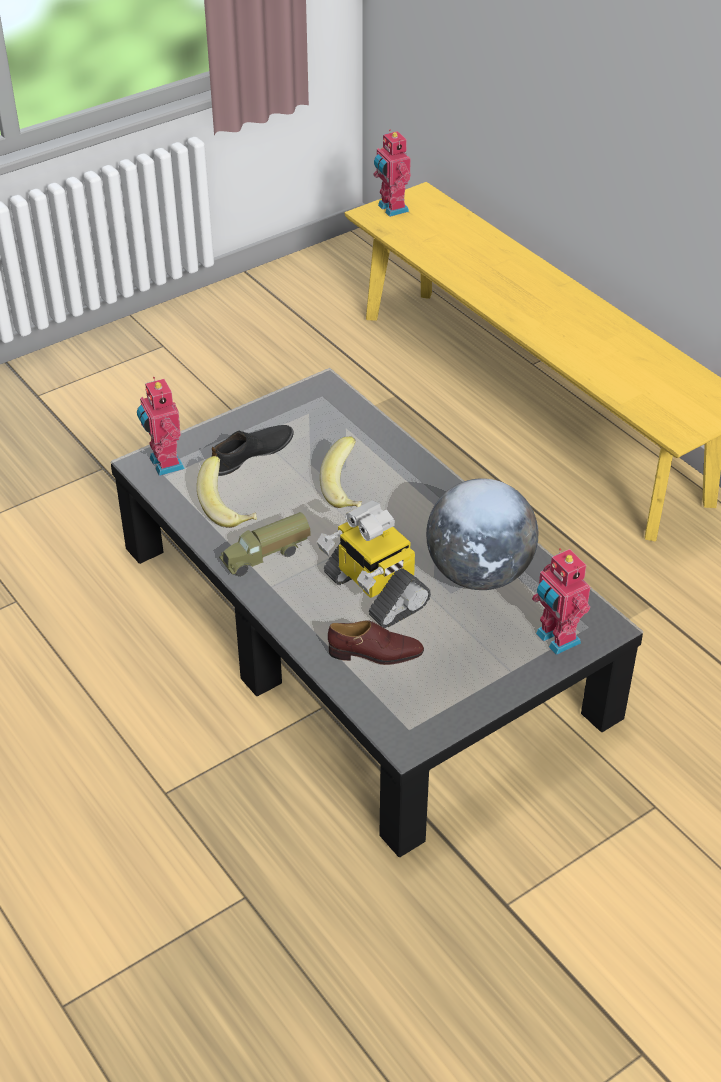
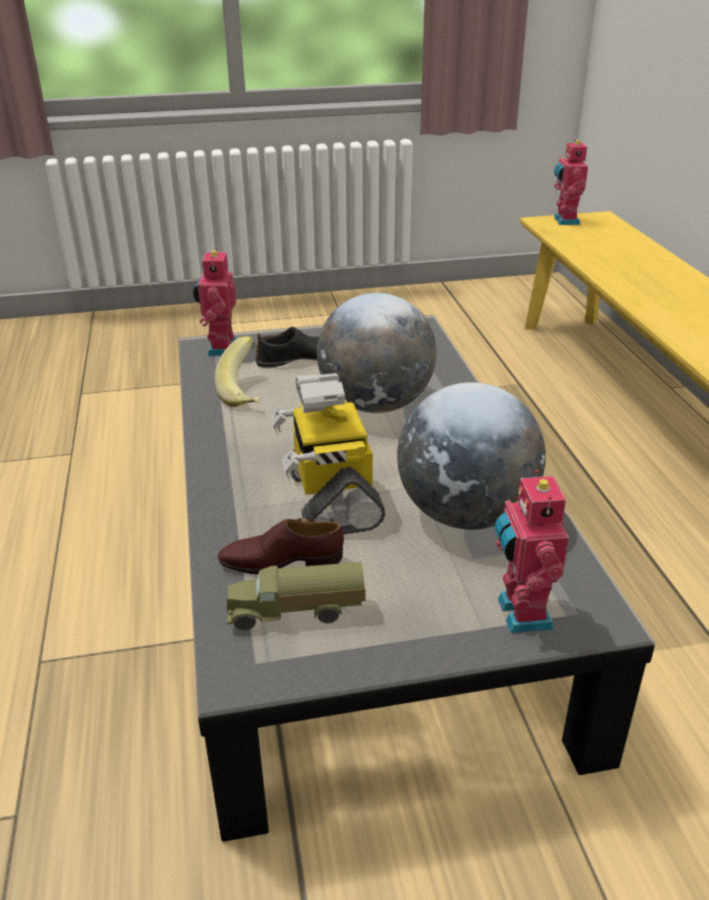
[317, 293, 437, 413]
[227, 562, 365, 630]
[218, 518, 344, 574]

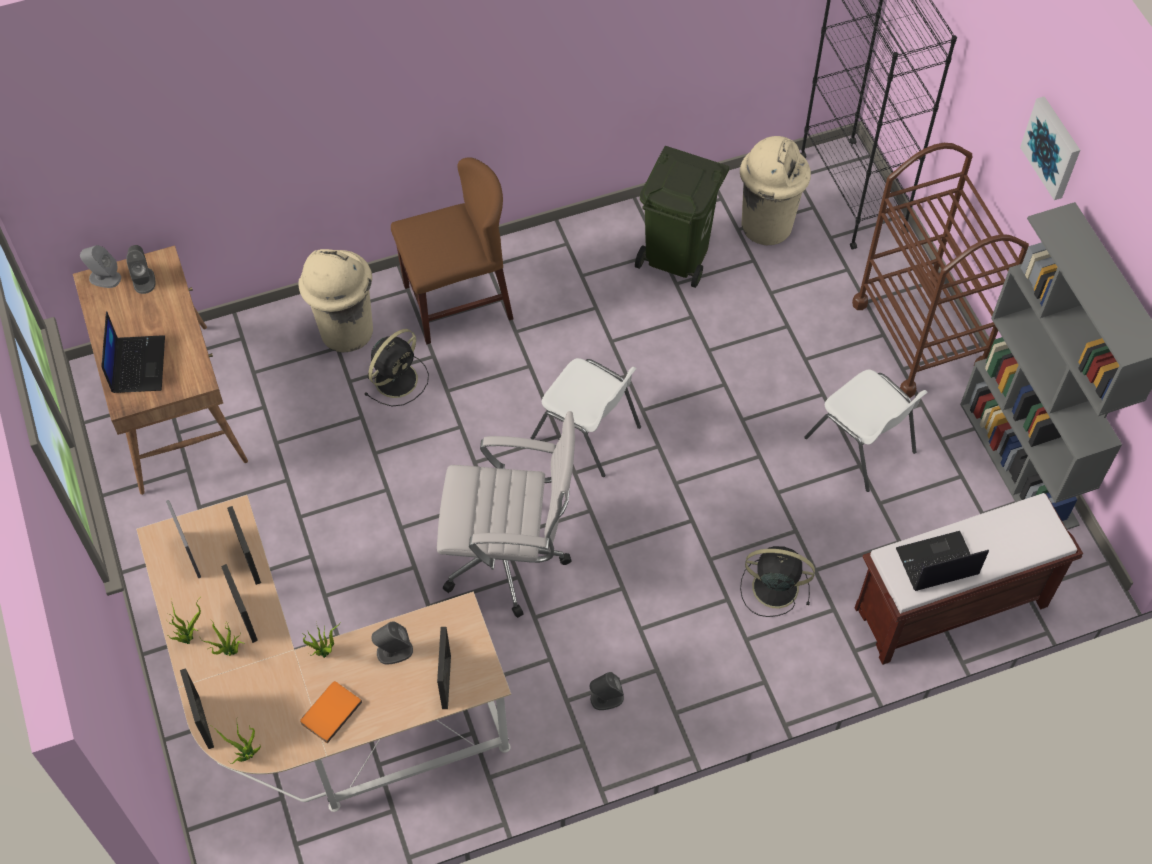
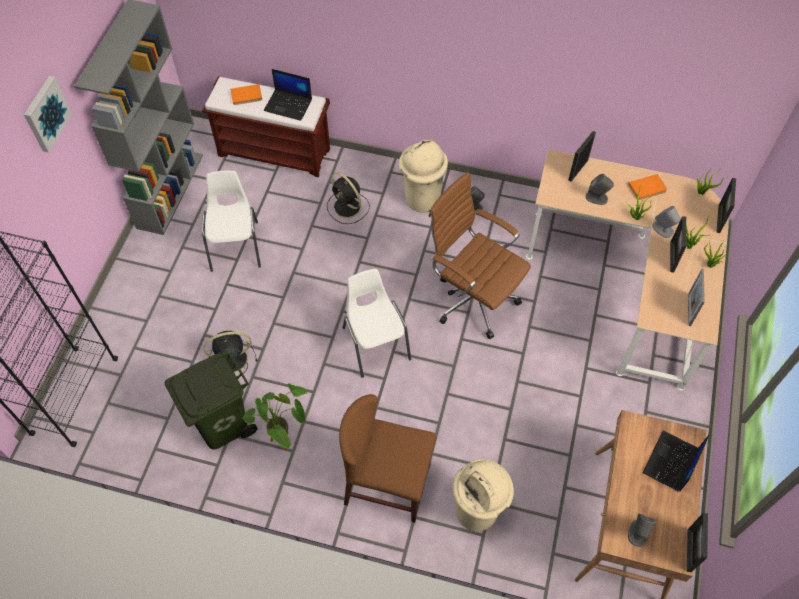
[399, 140, 448, 212]
[852, 143, 1029, 398] (first image)
[652, 206, 681, 238]
[204, 331, 258, 374]
[429, 172, 531, 339]
[687, 513, 708, 572]
[230, 84, 262, 105]
[243, 383, 307, 450]

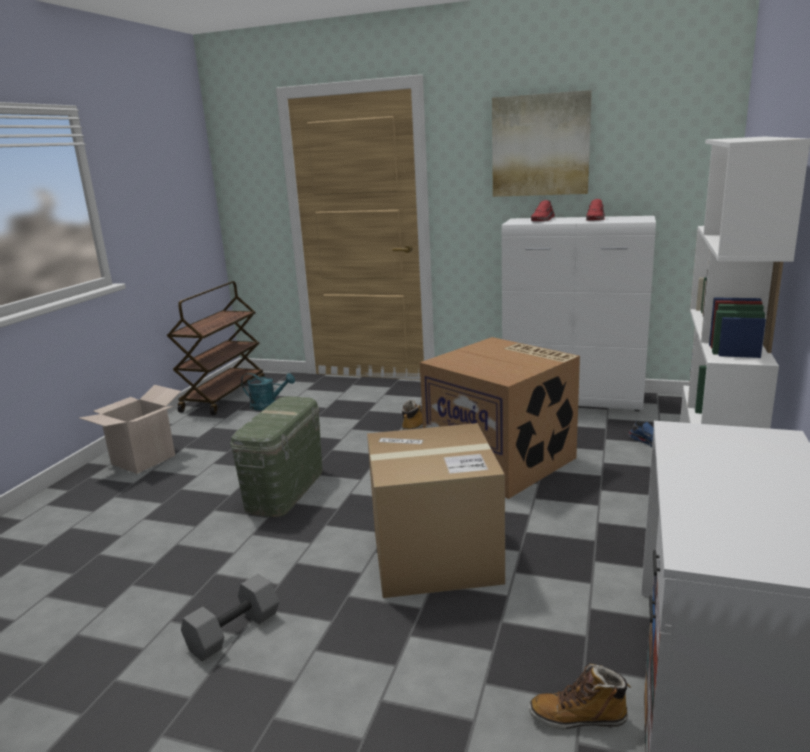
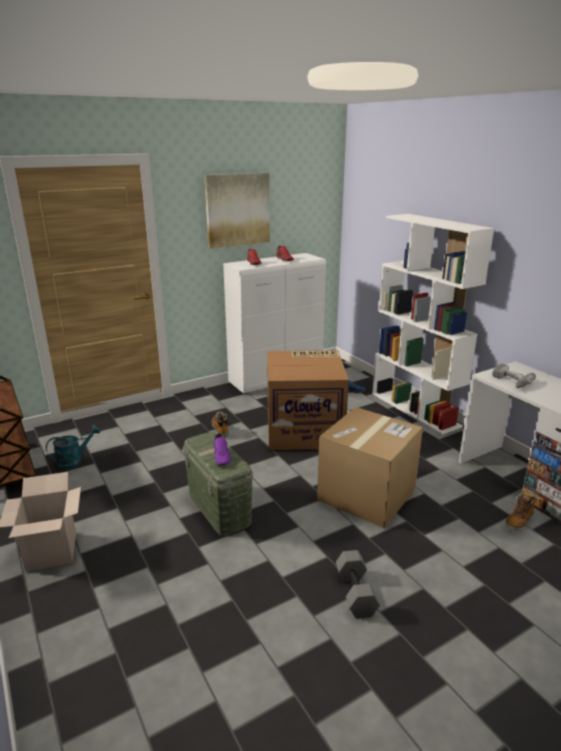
[492, 364, 536, 388]
[213, 434, 232, 466]

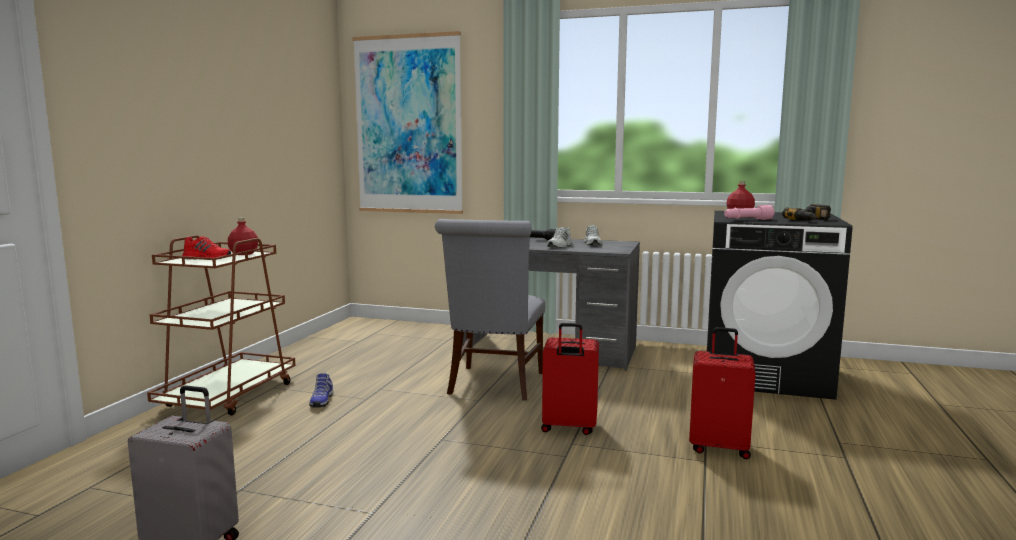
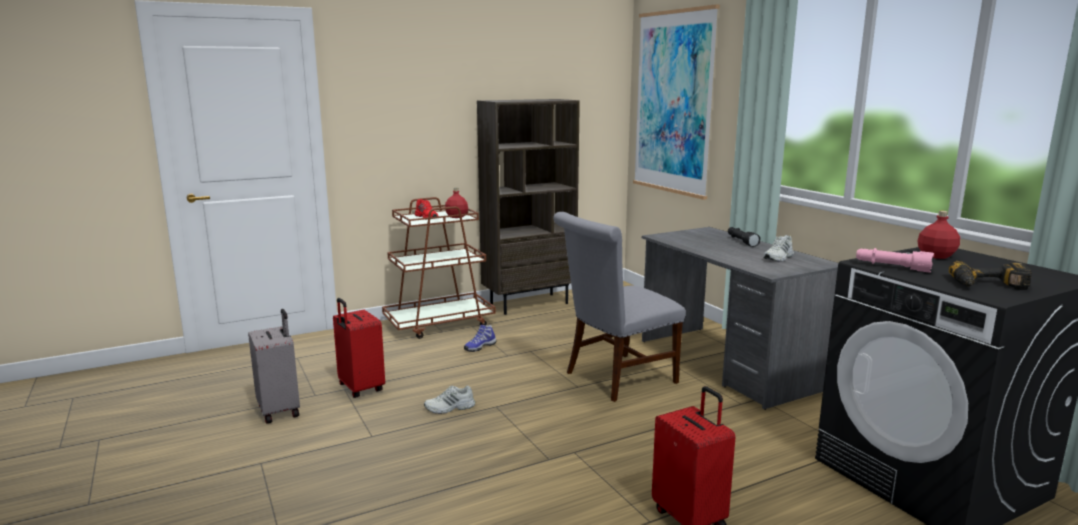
[424, 385, 475, 414]
[333, 298, 385, 398]
[477, 99, 580, 315]

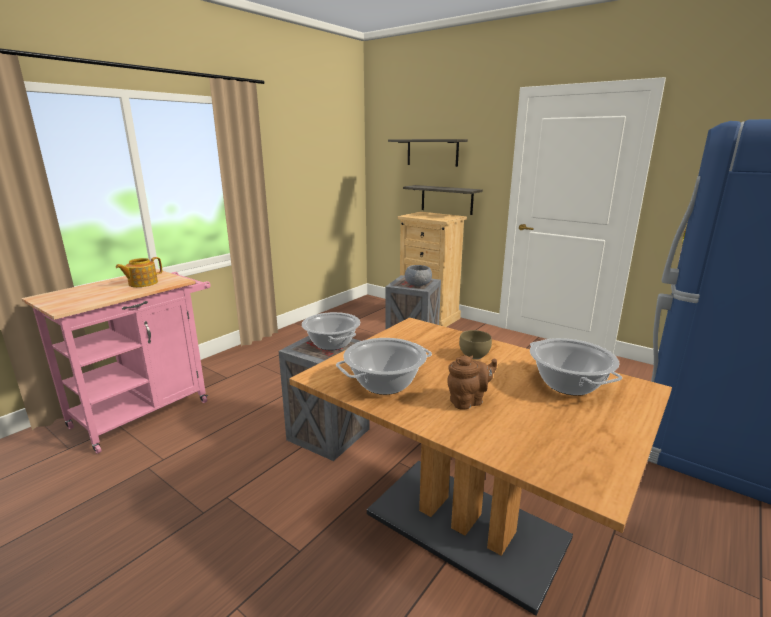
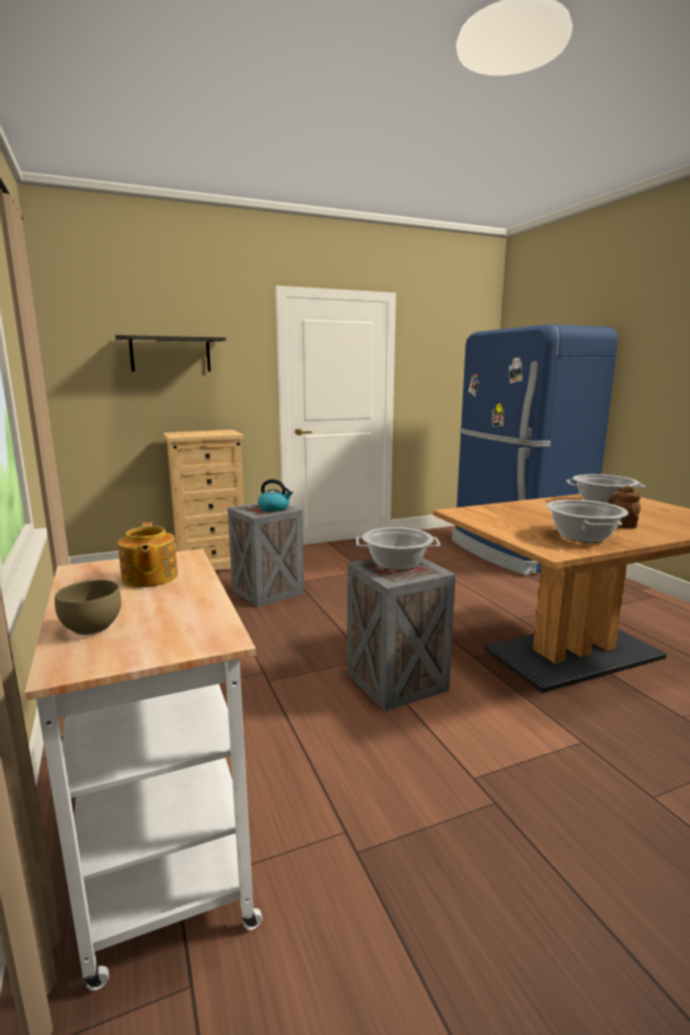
[403, 185, 483, 215] (first image)
[258, 479, 293, 512]
[24, 549, 262, 991]
[55, 580, 121, 635]

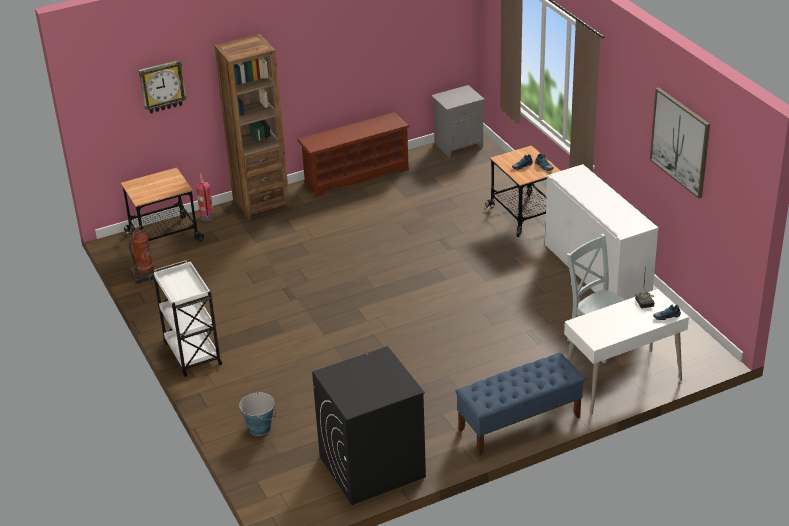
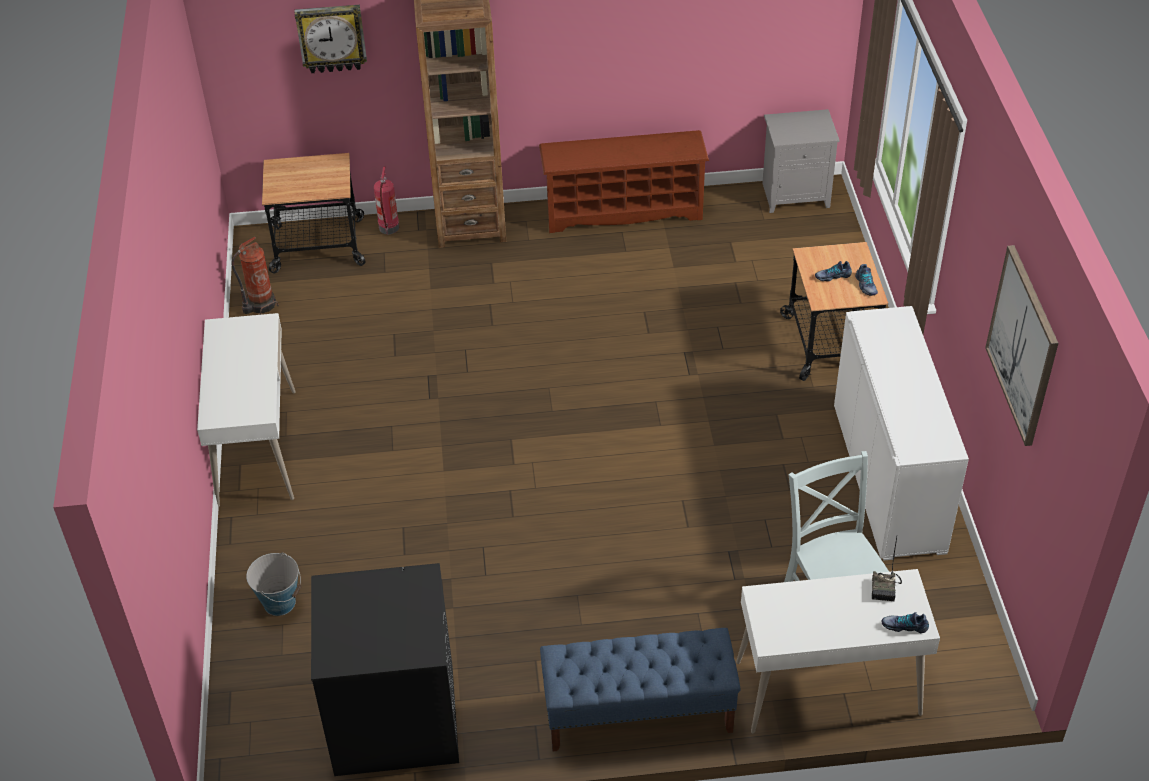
[197, 313, 296, 507]

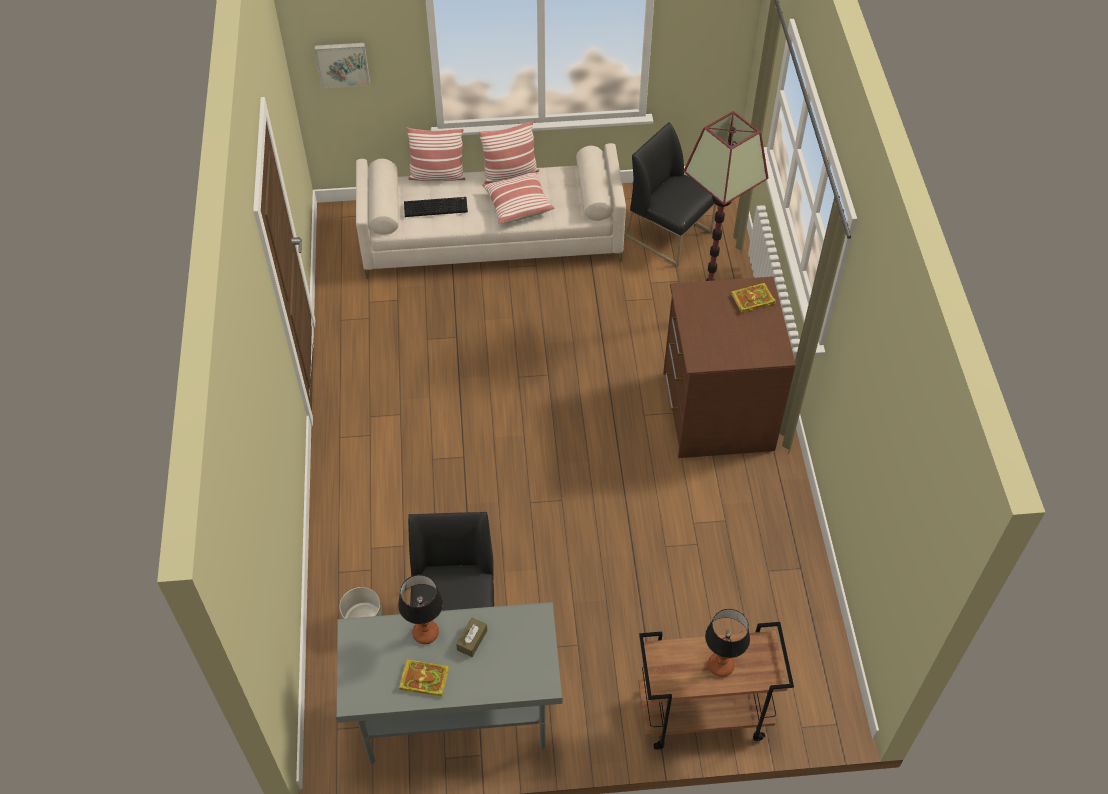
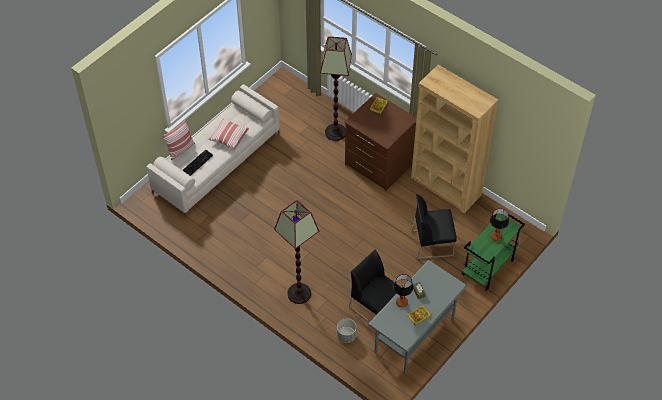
[315, 43, 370, 88] (first image)
[478, 121, 539, 184] (first image)
[411, 194, 457, 260]
[462, 214, 525, 291]
[411, 65, 498, 213]
[274, 200, 319, 304]

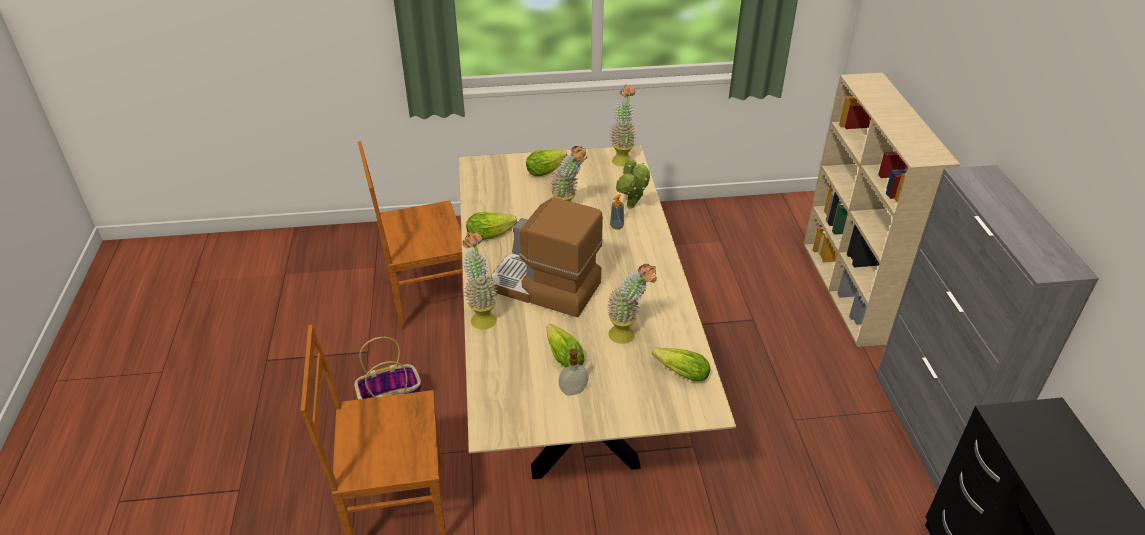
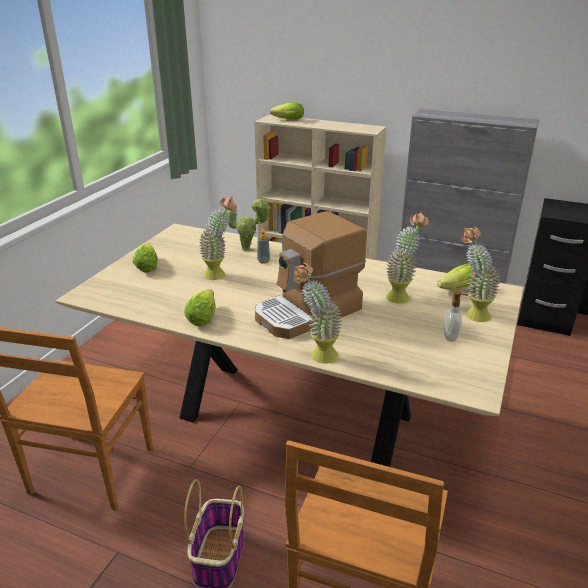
[462, 227, 501, 322]
[270, 102, 304, 120]

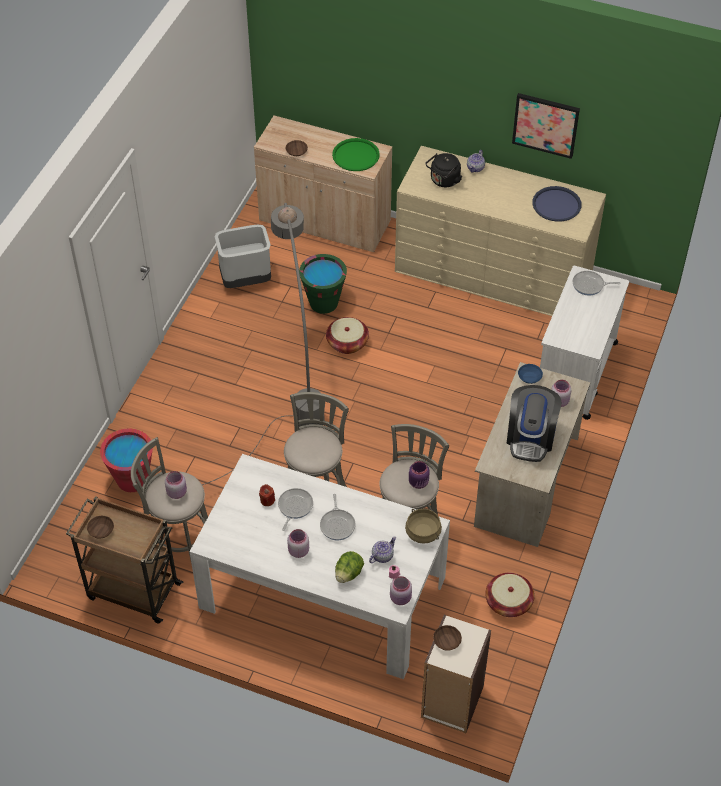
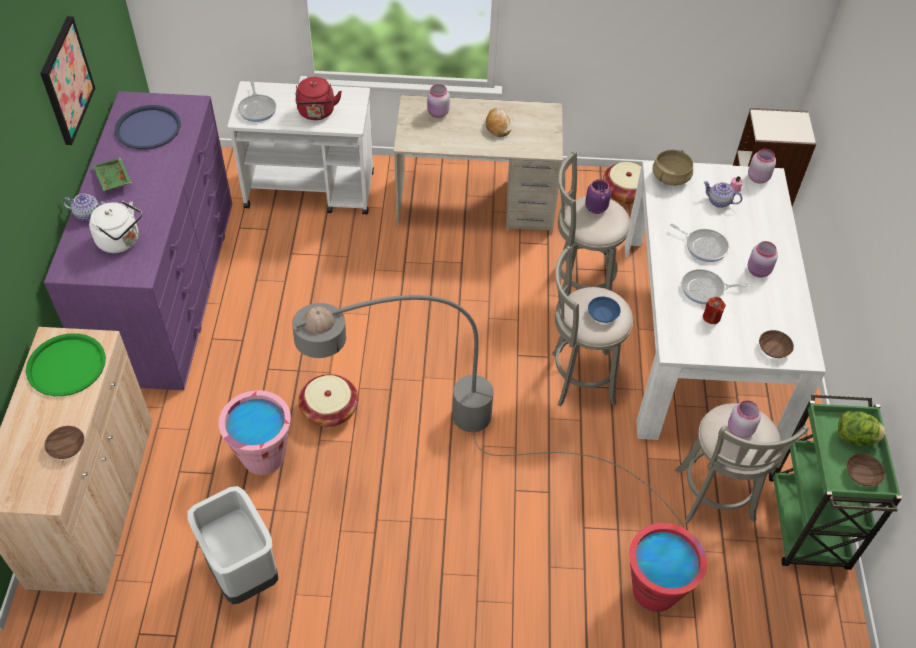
[44, 91, 232, 390]
[89, 201, 142, 253]
[219, 390, 291, 475]
[588, 297, 621, 323]
[486, 108, 512, 137]
[670, 224, 729, 262]
[769, 395, 902, 570]
[838, 411, 886, 446]
[759, 330, 794, 358]
[296, 77, 342, 120]
[93, 158, 132, 191]

